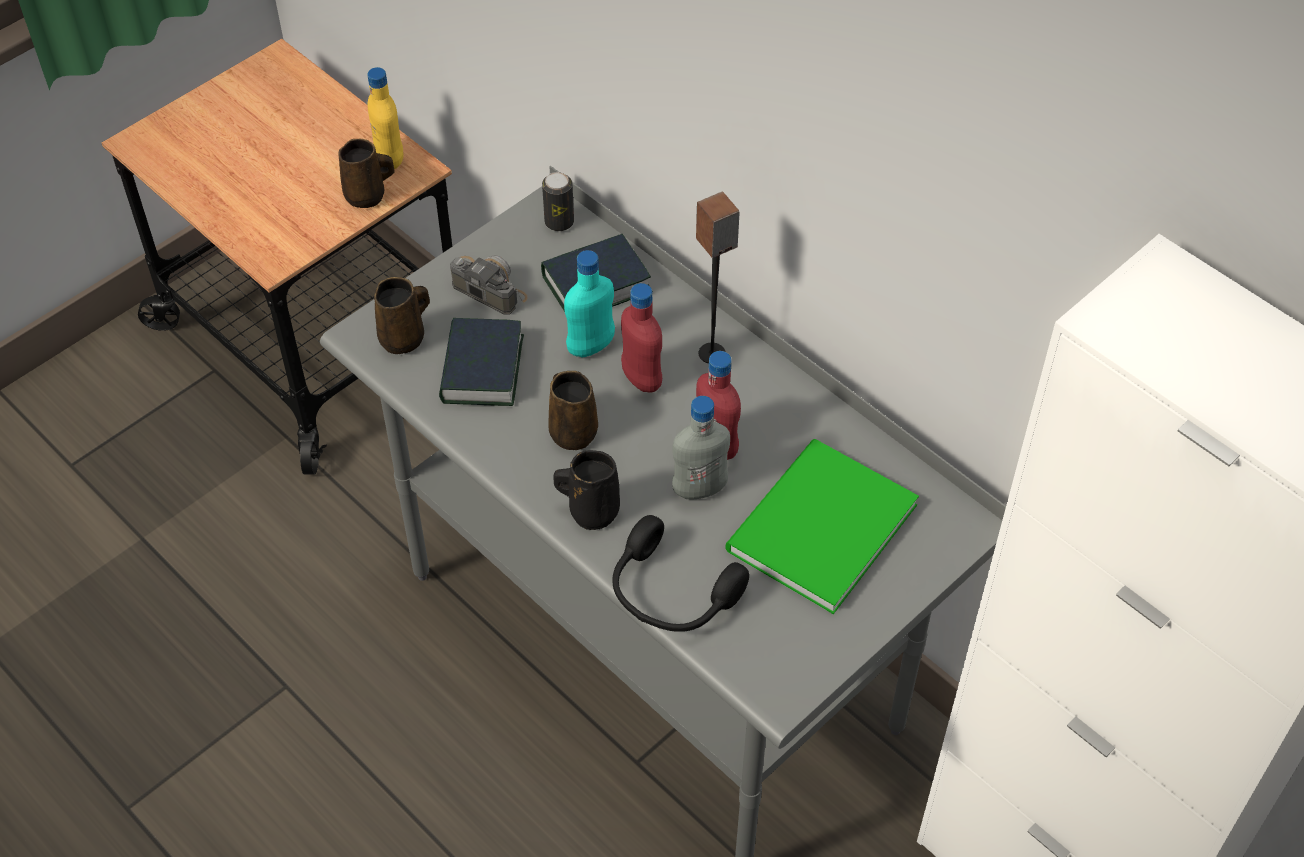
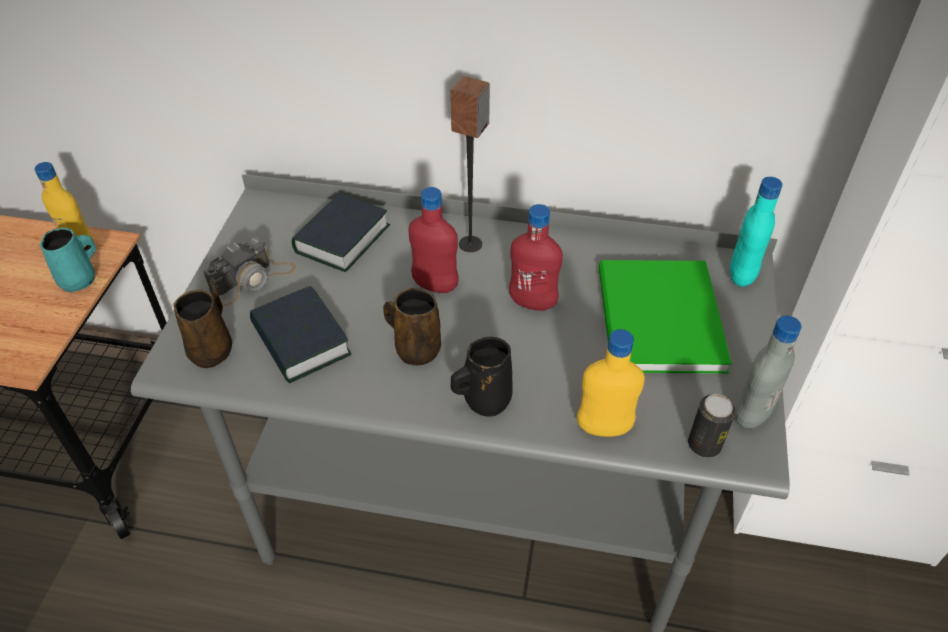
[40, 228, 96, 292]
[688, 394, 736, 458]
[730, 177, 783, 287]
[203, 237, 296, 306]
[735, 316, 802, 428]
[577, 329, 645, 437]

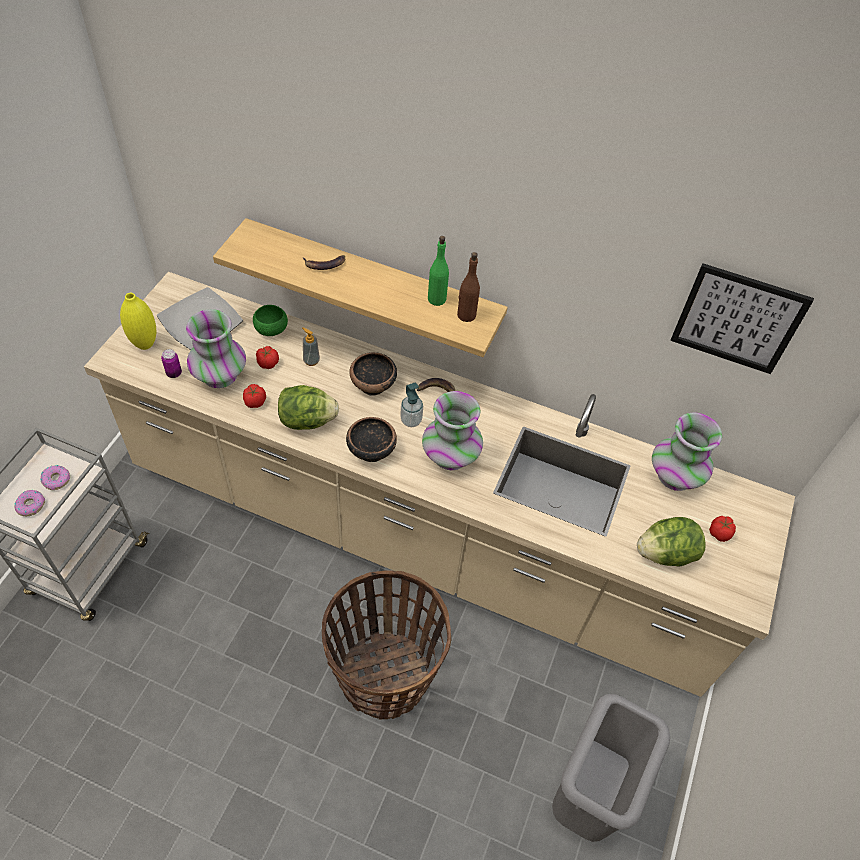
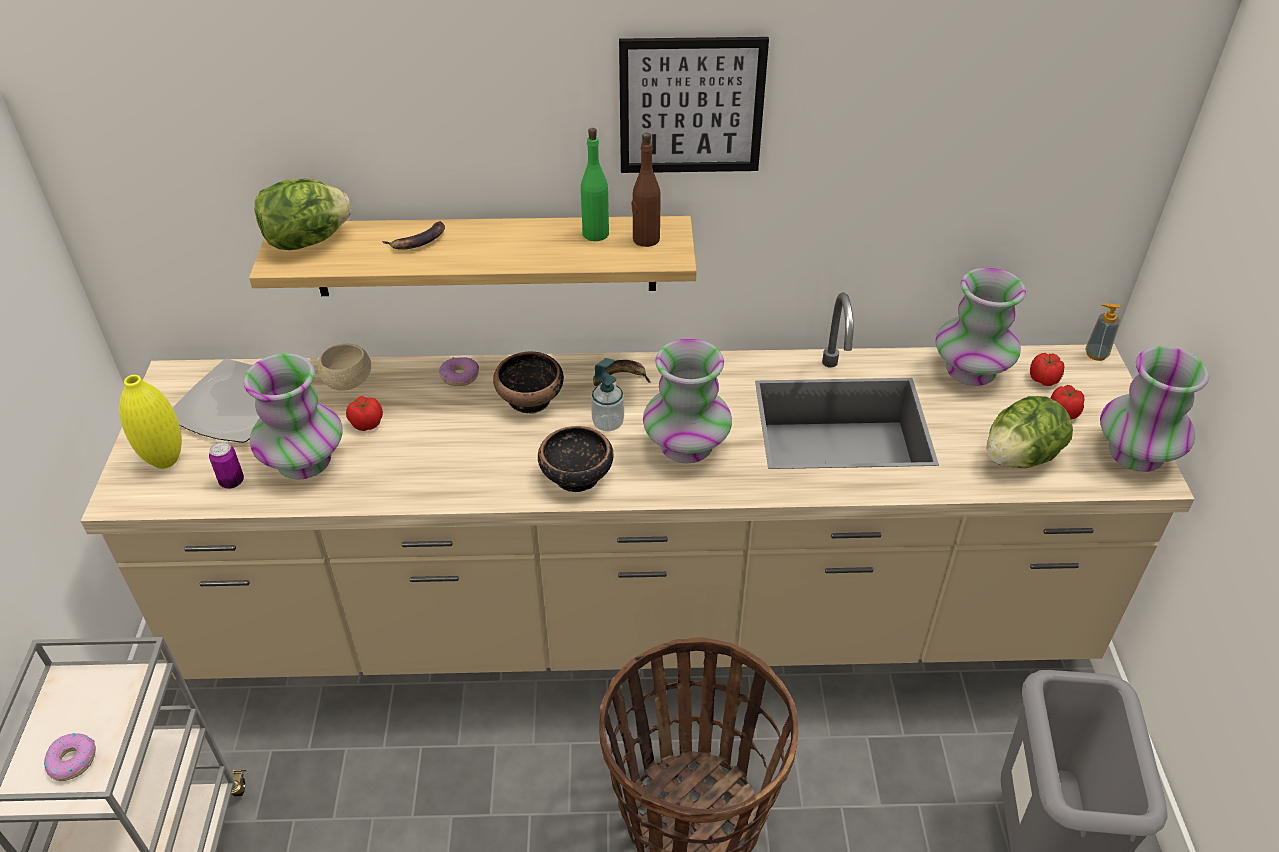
[619, 37, 769, 173]
[318, 343, 371, 391]
[1085, 303, 1120, 361]
[1030, 353, 1064, 386]
[255, 179, 352, 250]
[439, 357, 479, 386]
[1100, 346, 1209, 472]

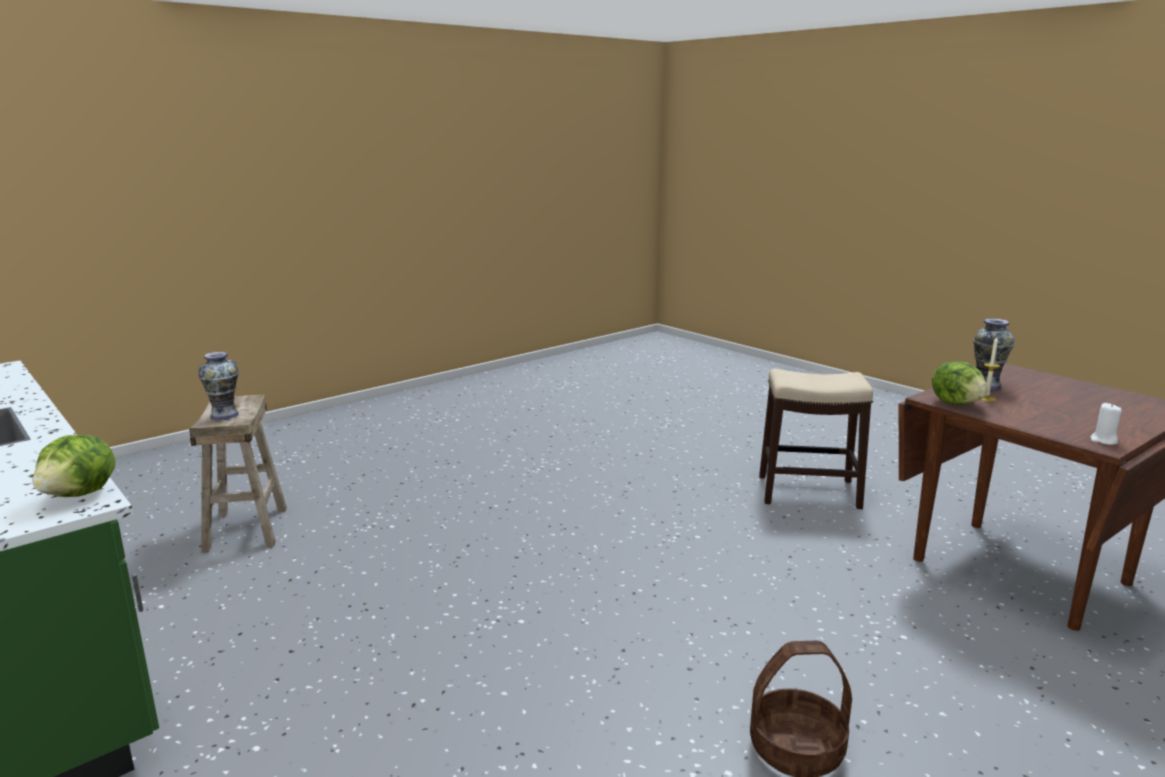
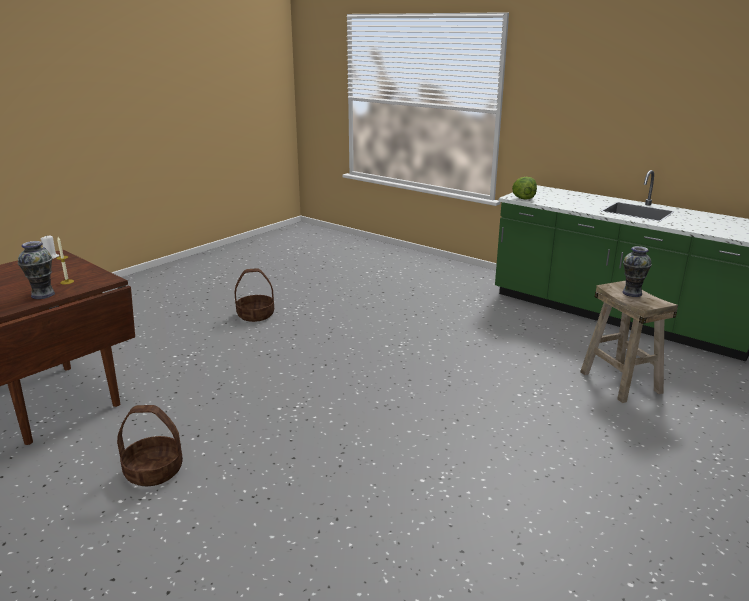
[932, 362, 988, 405] (first image)
[117, 405, 183, 486]

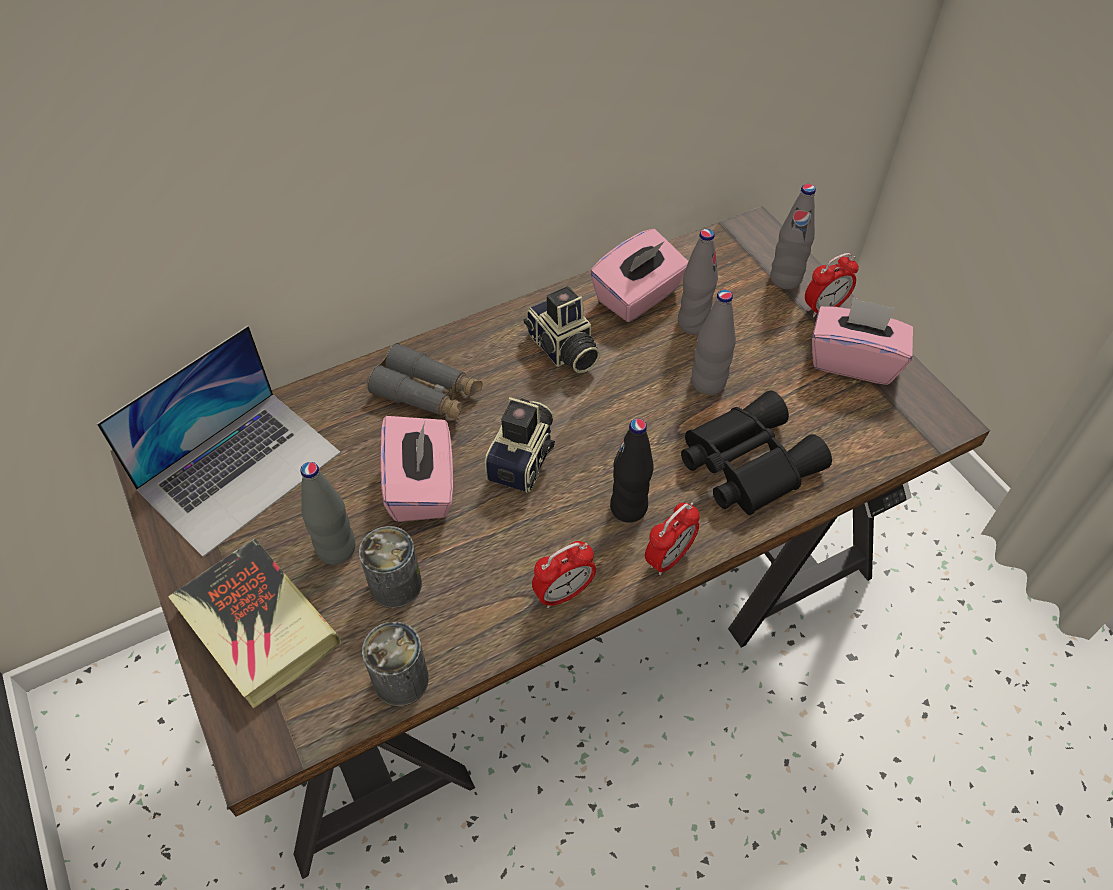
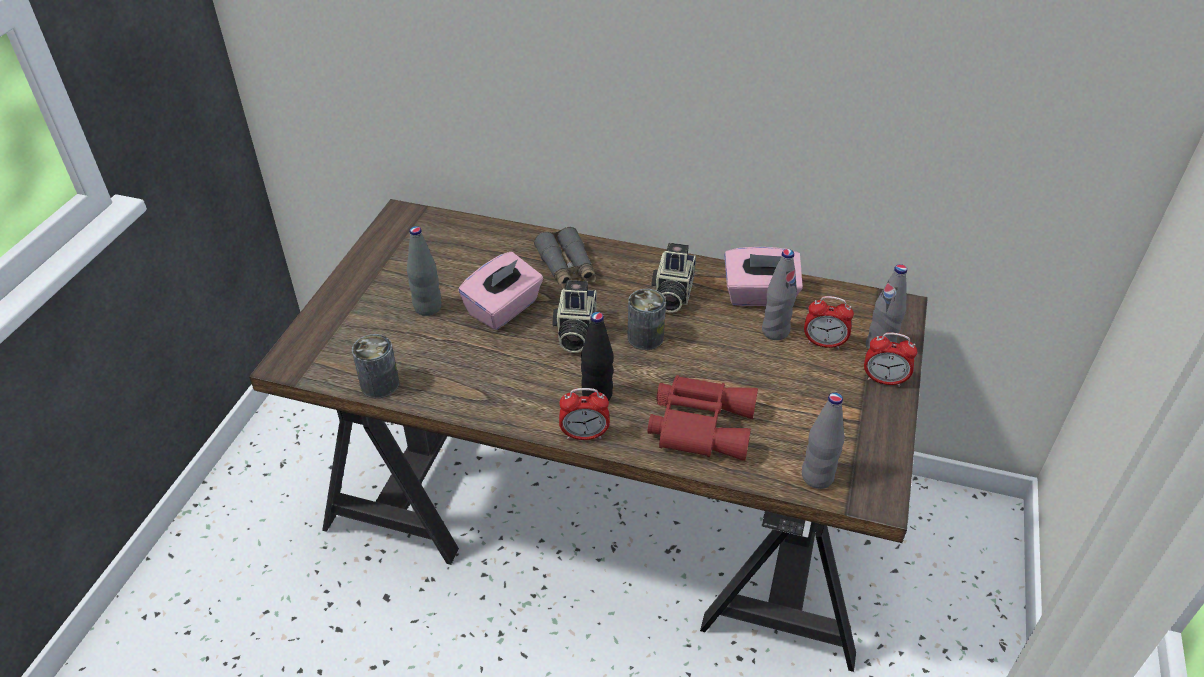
[802, 392, 845, 489]
[812, 297, 913, 385] (first image)
[97, 326, 341, 557] (first image)
[648, 375, 758, 461]
[552, 280, 597, 353]
[627, 289, 666, 350]
[168, 538, 341, 709] (first image)
[804, 296, 854, 349]

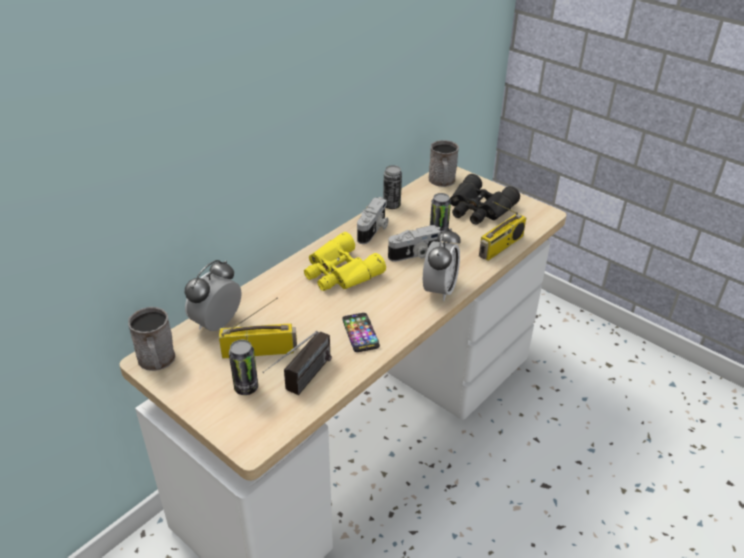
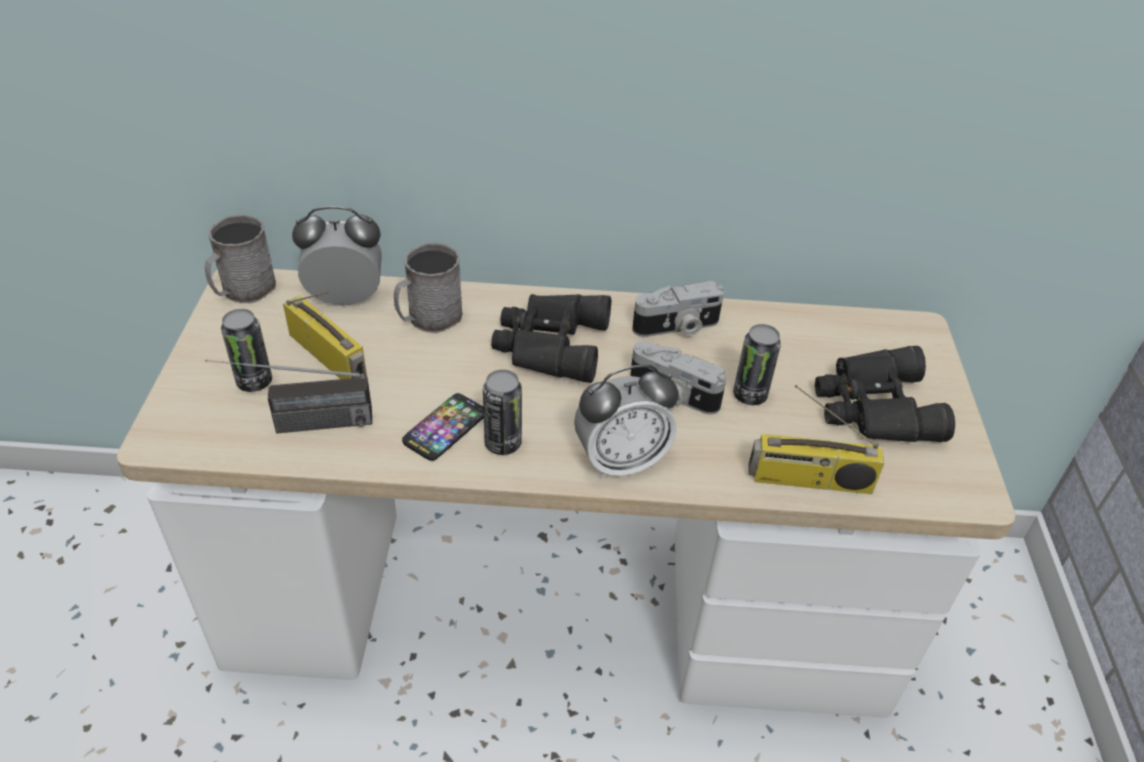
[394, 242, 462, 333]
[483, 369, 522, 455]
[491, 294, 611, 383]

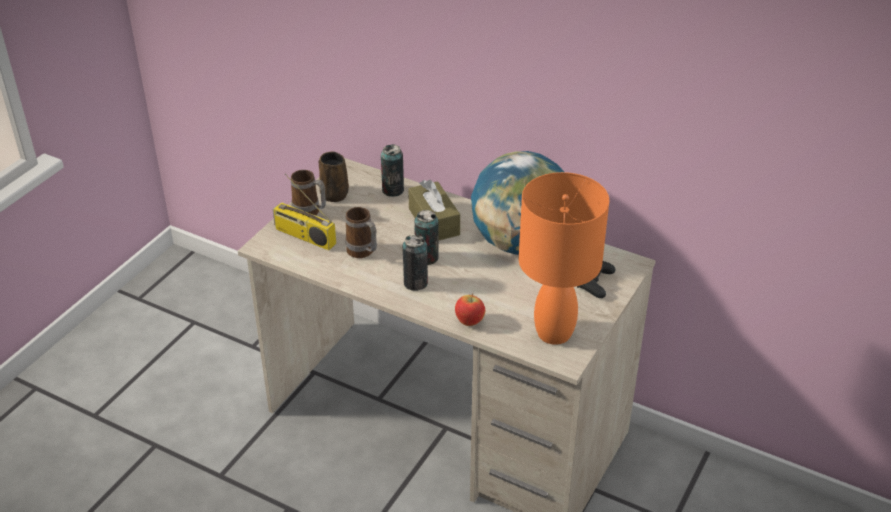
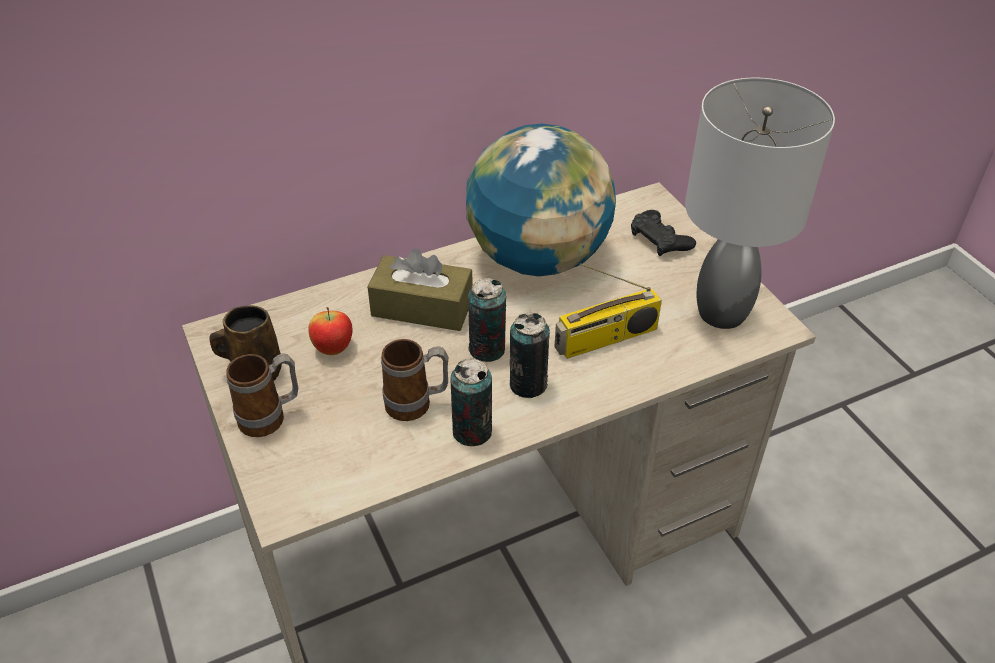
[450, 358, 492, 446]
[685, 78, 835, 329]
[554, 263, 662, 359]
[308, 307, 353, 355]

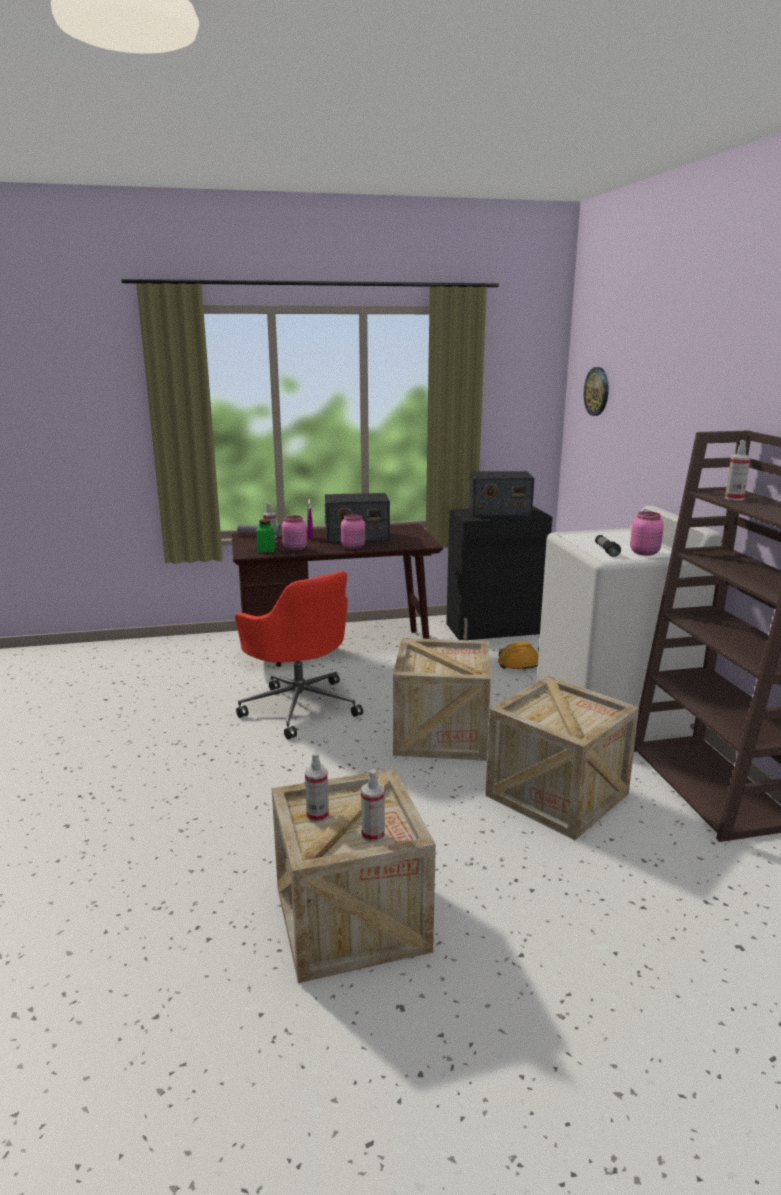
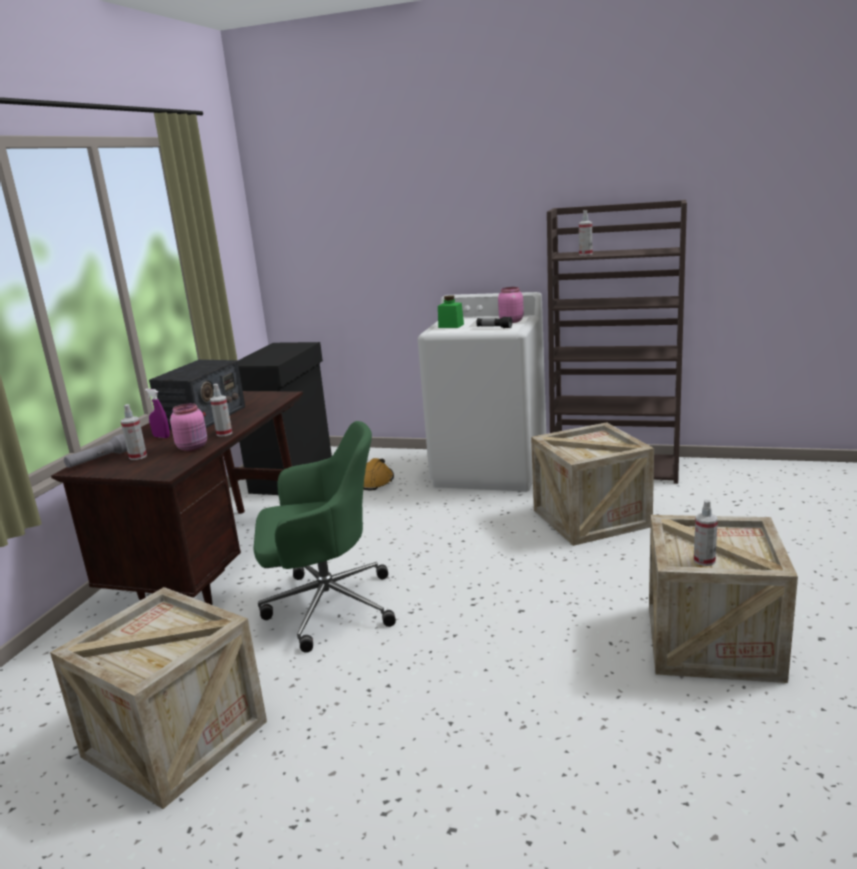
[584, 367, 609, 416] (first image)
[469, 471, 534, 517] (first image)
[341, 514, 365, 550] (first image)
[438, 295, 464, 328]
[253, 421, 396, 653]
[50, 587, 267, 809]
[210, 384, 232, 437]

